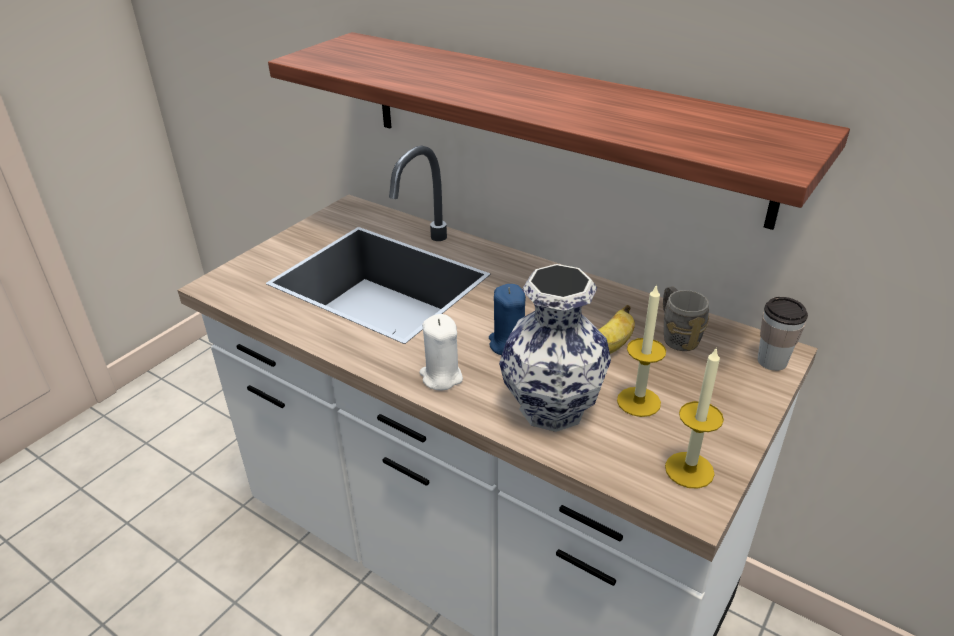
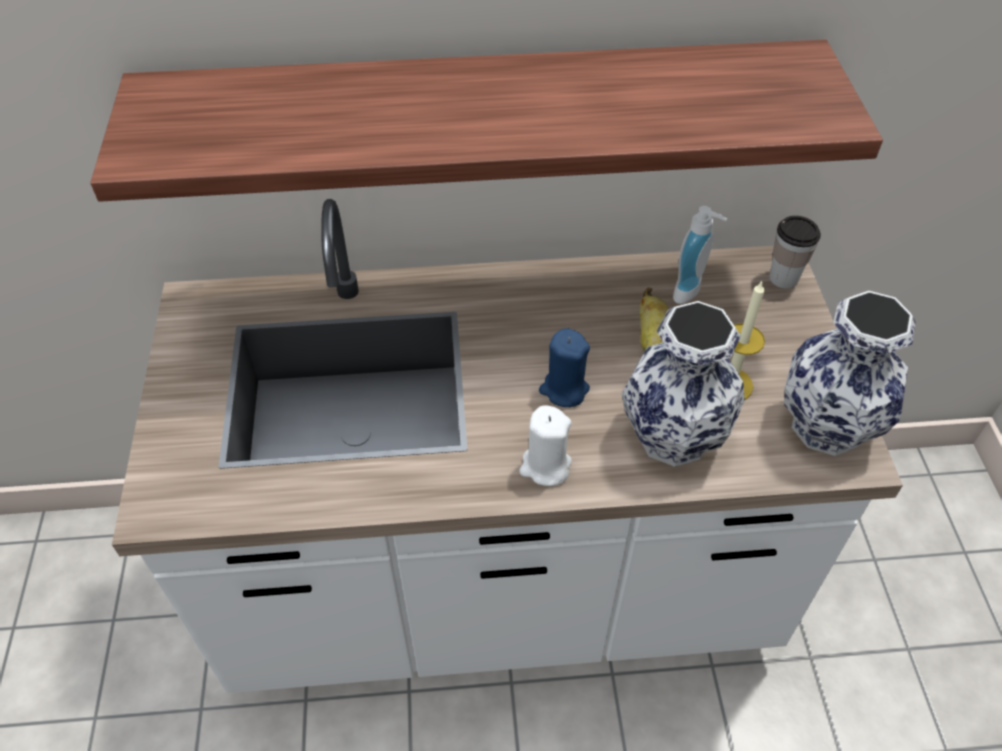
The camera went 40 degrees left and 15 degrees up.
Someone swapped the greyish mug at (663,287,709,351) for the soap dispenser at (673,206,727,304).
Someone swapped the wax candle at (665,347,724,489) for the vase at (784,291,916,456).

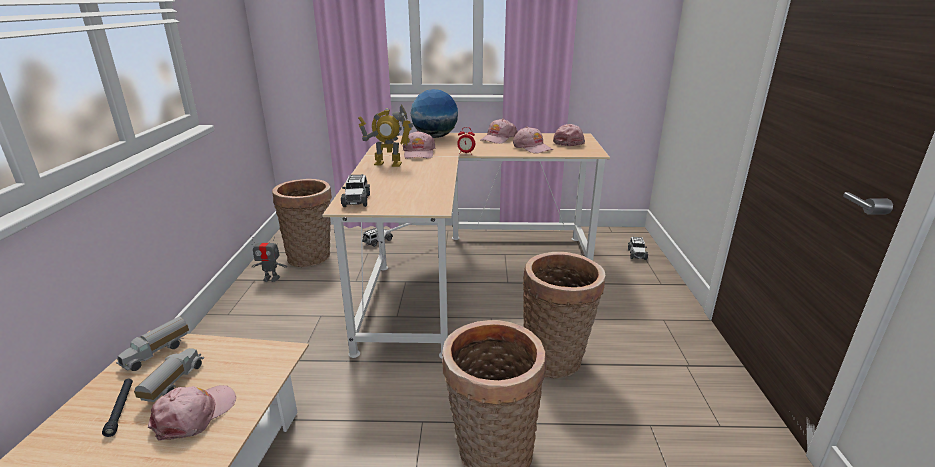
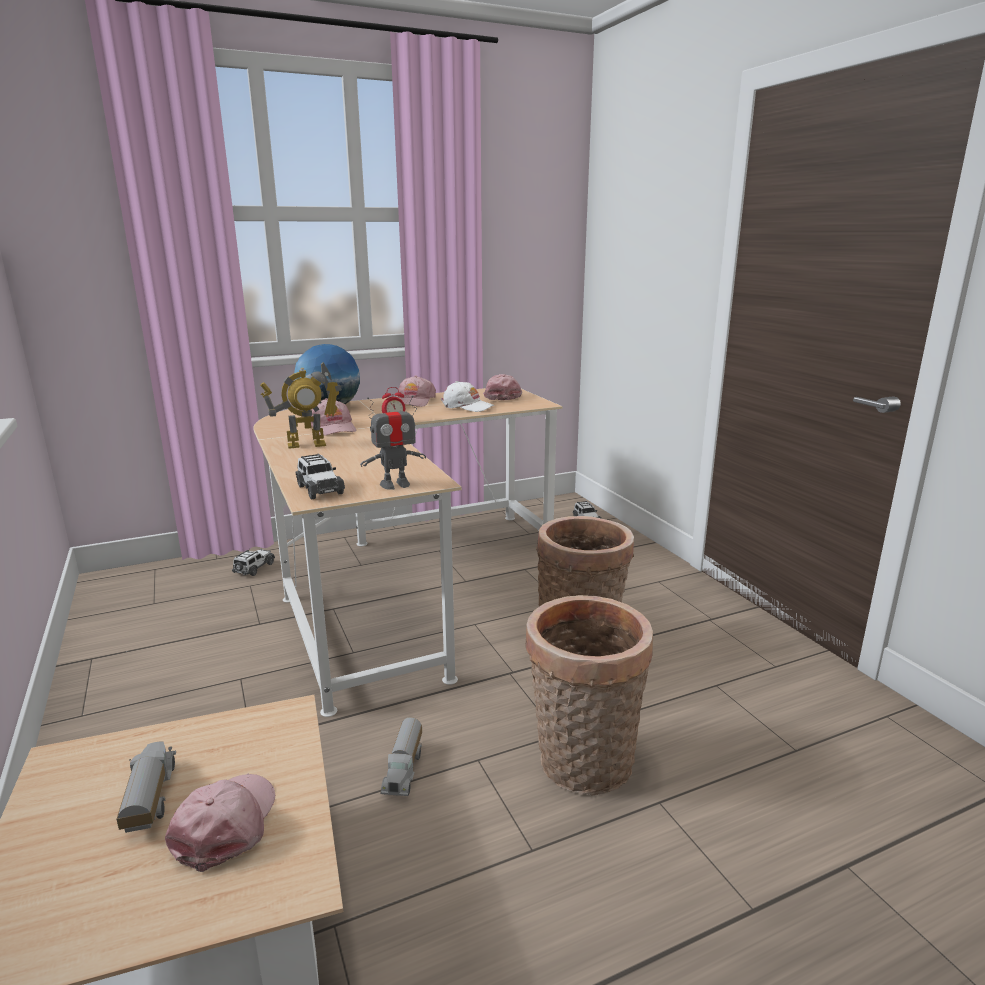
The camera went 25 degrees left and 5 degrees down.
Someone repainted the pink cap at (513,127,553,154), which became the white cap at (441,381,495,412).
Someone took away the storage basket at (272,179,332,267).
Someone carried the robot figure from (250,235,287,282) to (360,395,426,490).
Someone carried the toy truck from (116,316,189,371) to (381,717,422,796).
Someone took away the black-coloured hand torch at (102,379,133,437).

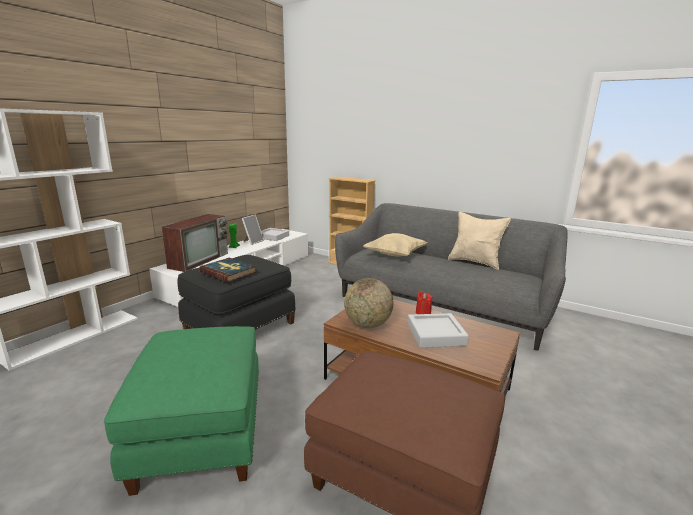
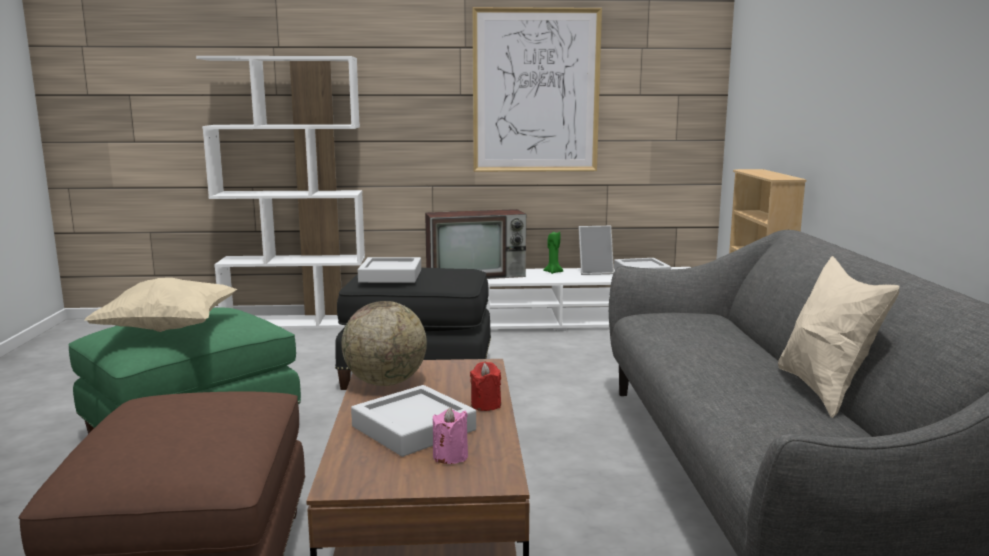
The camera went 55 degrees right and 5 degrees down.
Someone carried the beige-coloured pillow from (363,233,427,257) to (85,278,237,332).
Someone swapped the bound book at (199,258,257,282) for the greyish tray at (358,257,421,283).
Someone put up the wall art at (472,7,602,172).
Someone put down the pink wax candle at (433,407,468,464).

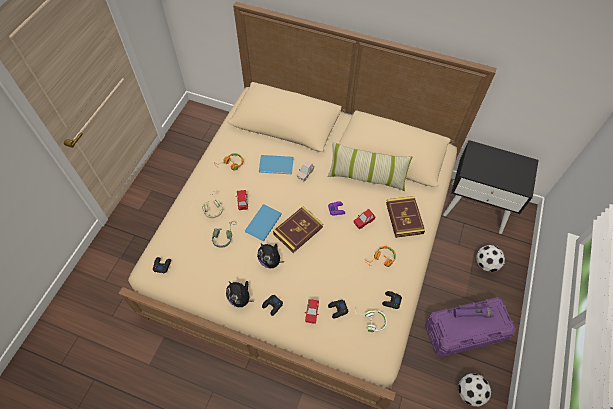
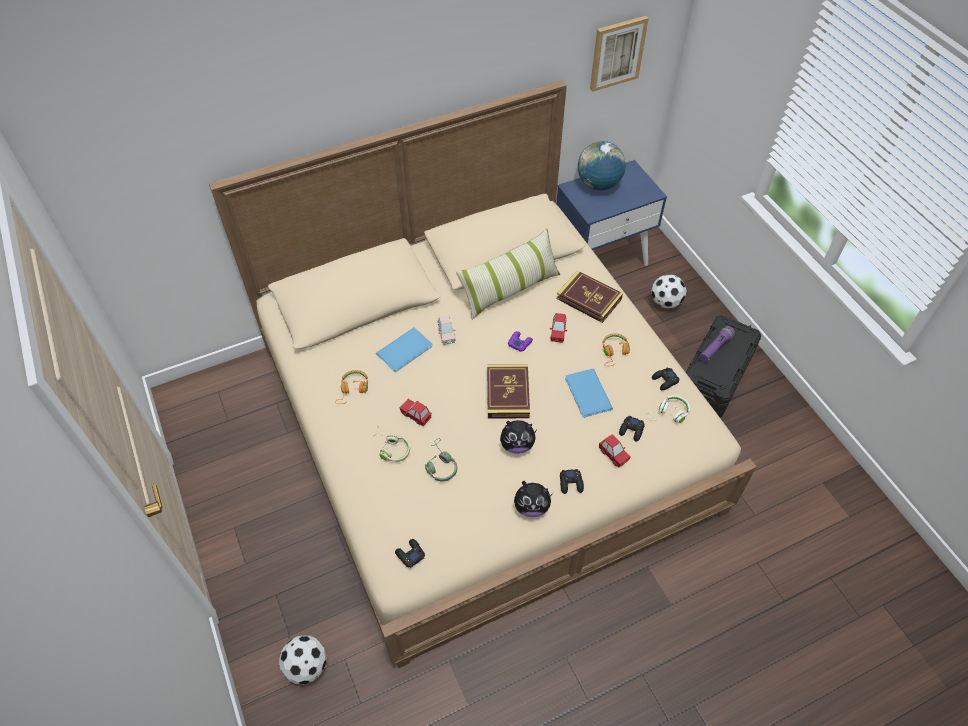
The camera went 45 degrees left and 5 degrees down.
Someone repainted the black-coloured night table at (443,140,539,234), which became the blue night table at (556,160,667,266).
Someone carried the blue bound book from (245,204,282,241) to (565,369,613,418).
Someone repainted the purple storage container at (425,297,516,357), which became the black-coloured storage container at (686,315,761,417).
Someone carried the football from (458,373,491,407) to (279,635,326,684).
Someone put up the wall art at (590,16,649,92).
Someone put down the world globe at (578,141,626,190).

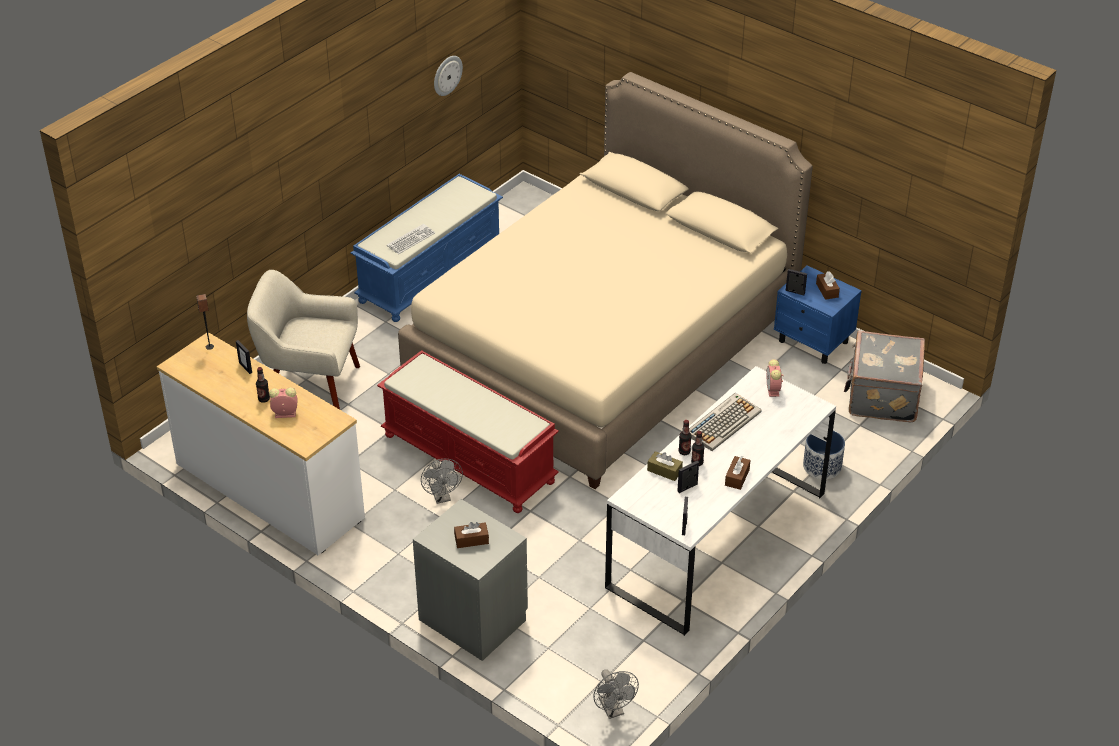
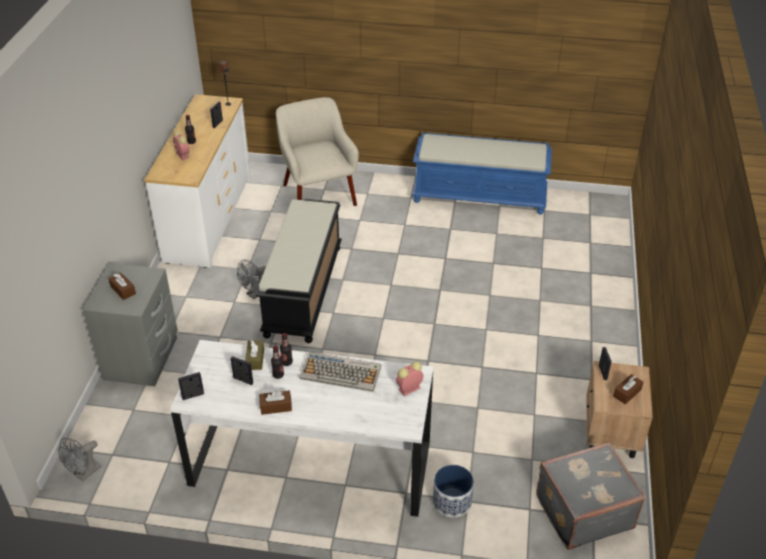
The camera went 60 degrees right and 0 degrees up.
Someone took away the hanging clock at (434,56,463,96).
Someone took away the beige-coloured bed at (398,72,813,489).
Someone took away the computer keyboard at (387,224,435,254).
Someone repainted the blue night table at (774,265,862,364), which became the beige-coloured night table at (586,361,653,458).
Someone repainted the red bench at (377,350,559,513), which became the black-coloured bench at (256,199,342,343).

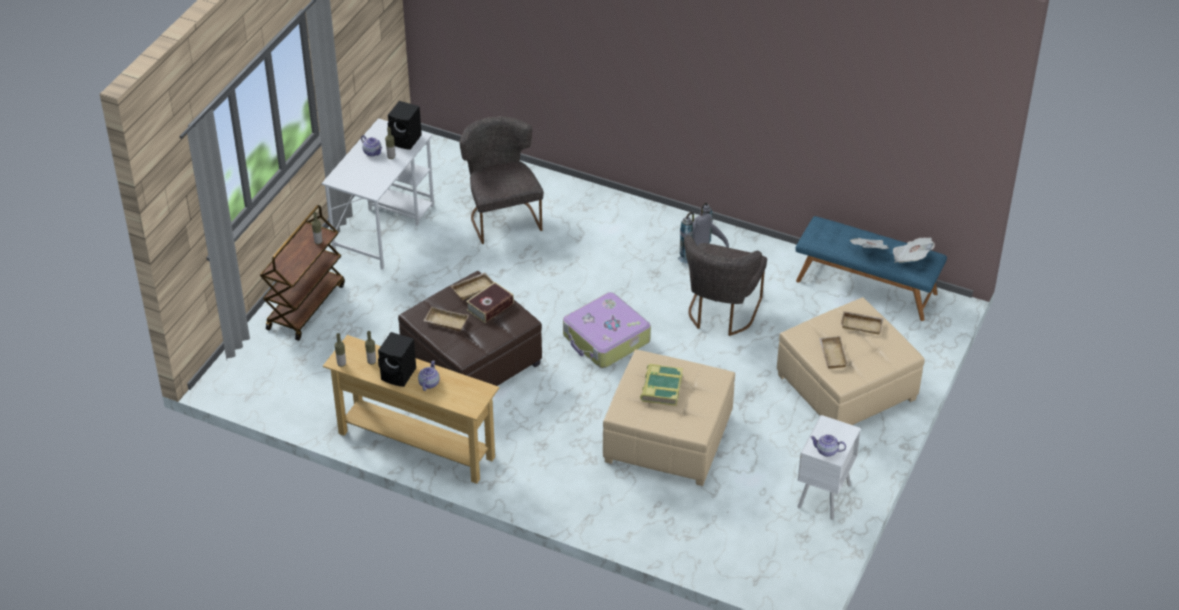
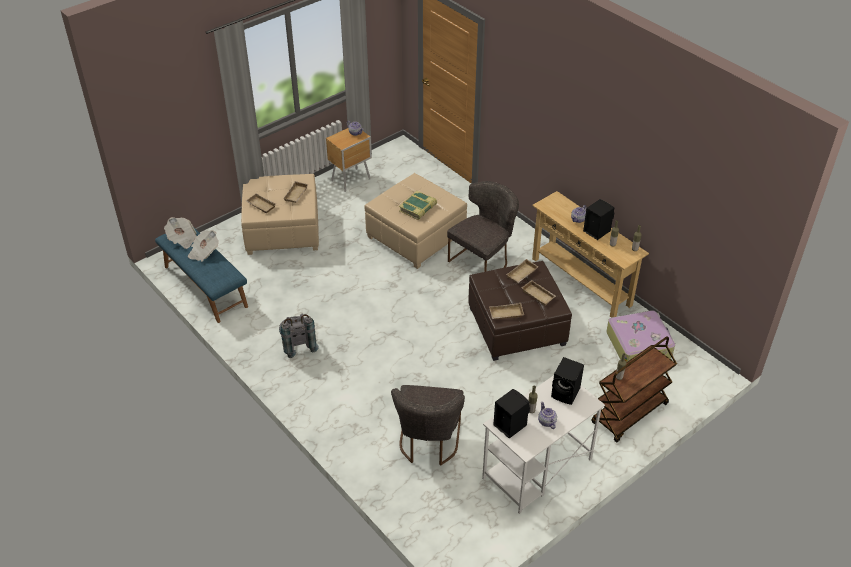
The camera went 155 degrees left and 0 degrees up.
Someone carried the greyish plain chair from (684,236,767,336) to (447,181,519,272).
Someone took away the bound book at (466,282,514,323).
Someone carried the suitcase from (563,292,651,368) to (606,310,676,362).
Someone repainted the white night table at (797,415,861,520), which became the brown-coloured night table at (326,128,372,192).
Someone put down the beige-coloured tray at (506,259,538,283).
Someone put down the black-coloured audio speaker at (551,357,584,405).

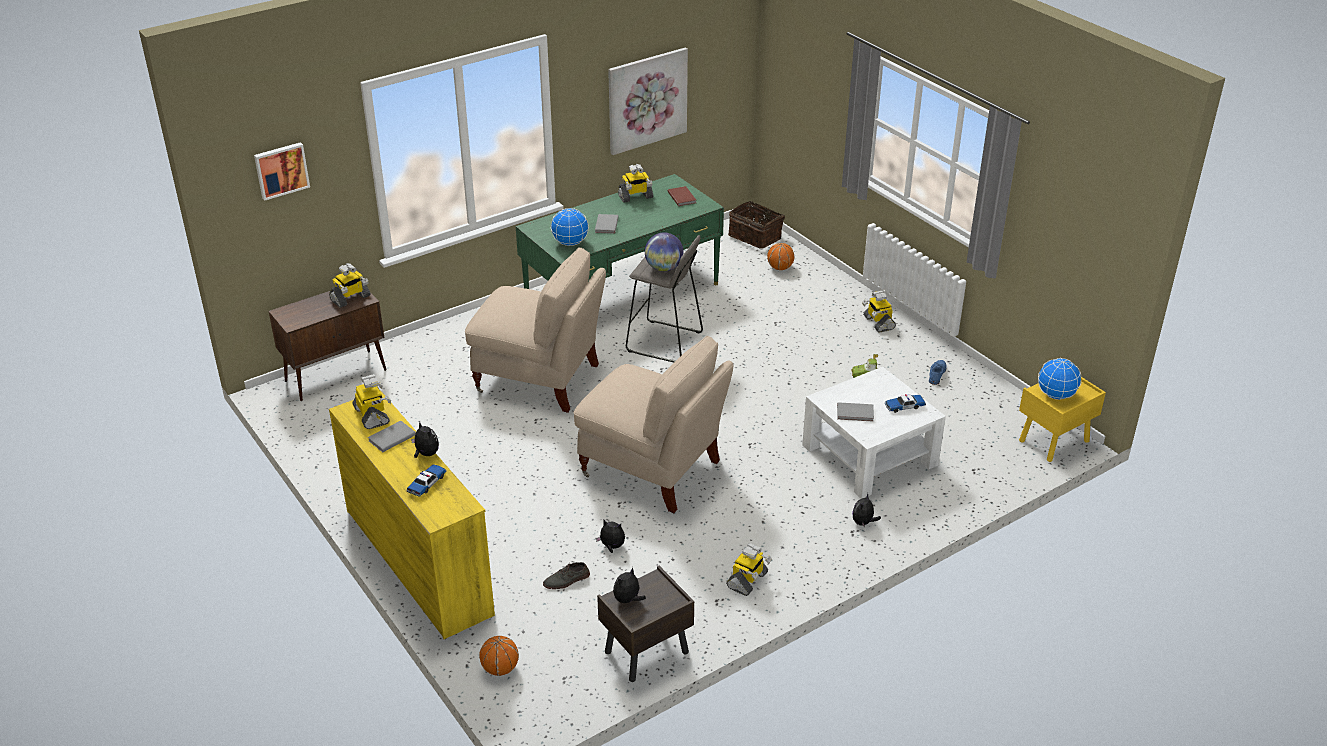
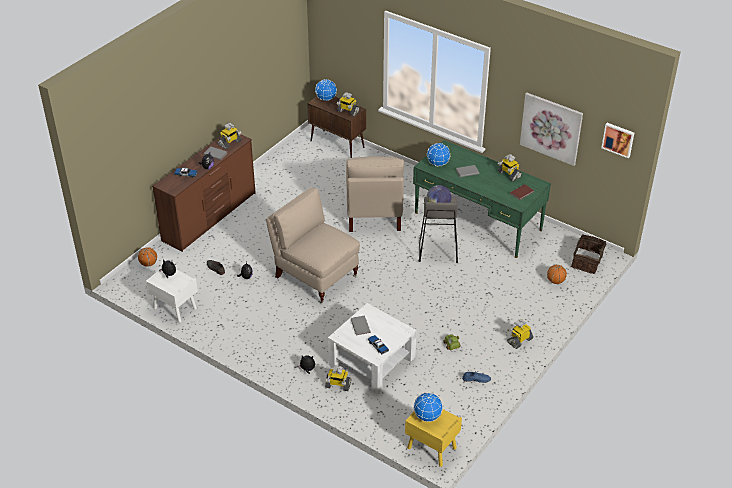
The camera went 70 degrees right and 5 degrees up.
Someone carried the wall art from (254,142,310,201) to (601,123,634,158).
Someone rotated the beige-coloured plain chair at (574,336,733,513) by 120 degrees clockwise.
Someone repainted the yellow-coloured dresser at (329,390,495,639), which became the brown-coloured dresser at (152,134,256,252).
Someone carried the robot figure from (726,543,772,596) to (325,365,351,391).
Someone repainted the brown-coloured night table at (597,566,694,682), which became the white night table at (146,268,198,323).
Someone put down the world globe at (315,79,337,101).

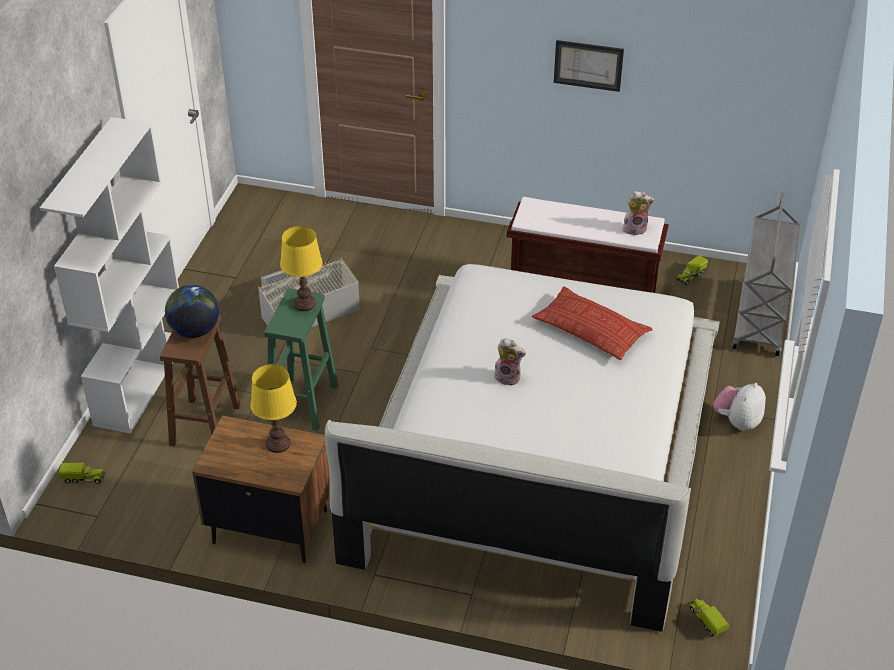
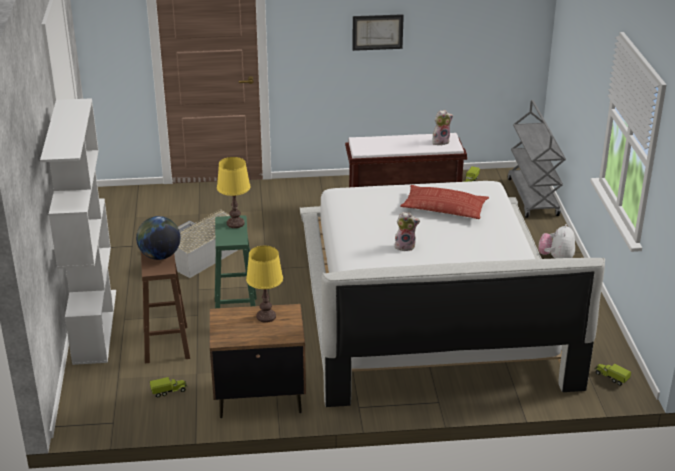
The camera went 20 degrees left and 10 degrees down.
Someone carried the toy truck from (59,463,105,484) to (150,377,188,397).

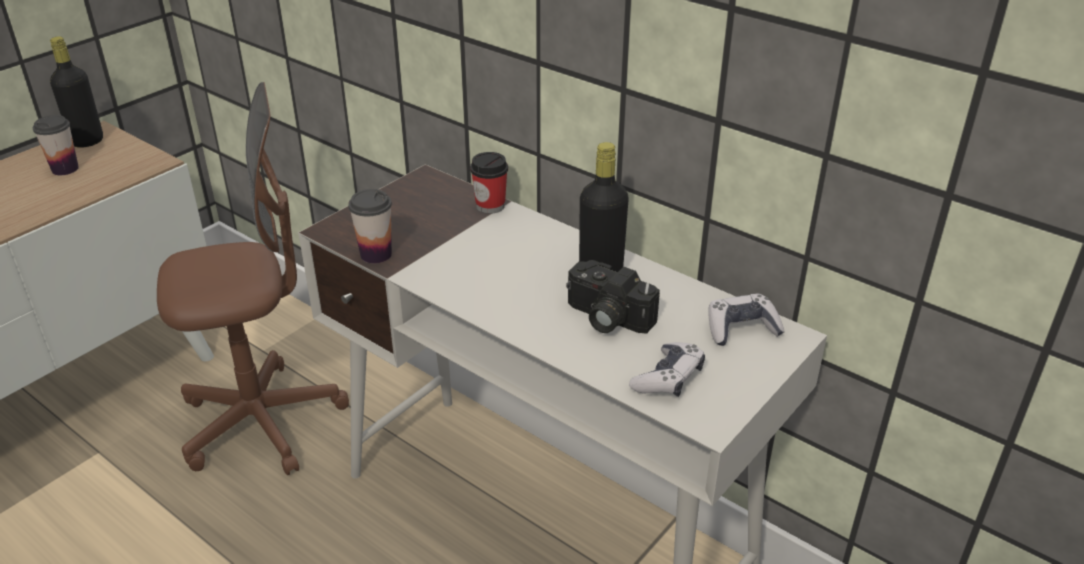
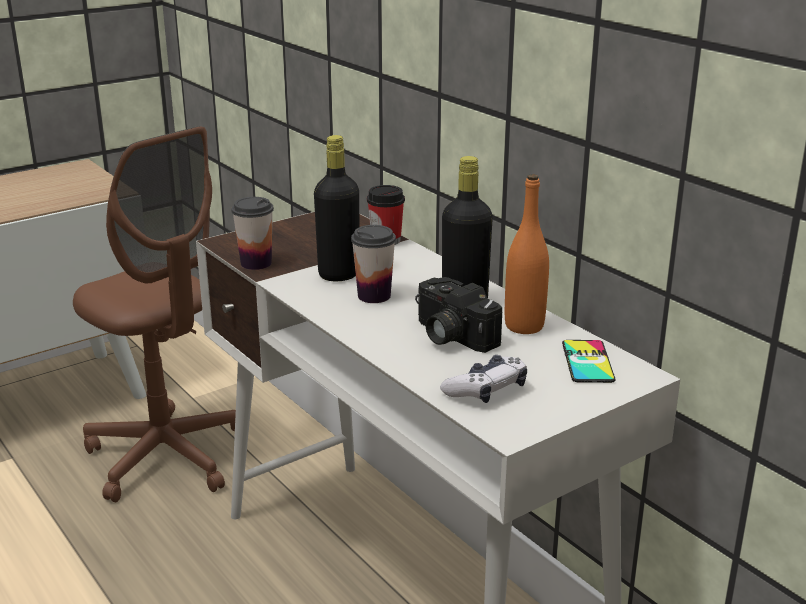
The camera went 15 degrees right and 10 degrees down.
Someone carried the black-coloured drink bottle from (50,36,103,148) to (314,135,359,281).
Someone rotated the brown-coloured computer chair at (157,82,349,475) by 45 degrees clockwise.
Someone carried the cup from (33,115,79,175) to (351,225,396,303).
Someone swapped the game controller at (708,294,785,346) for the telephone at (562,340,616,383).
Someone put down the orangey drink bottle at (505,174,549,334).

